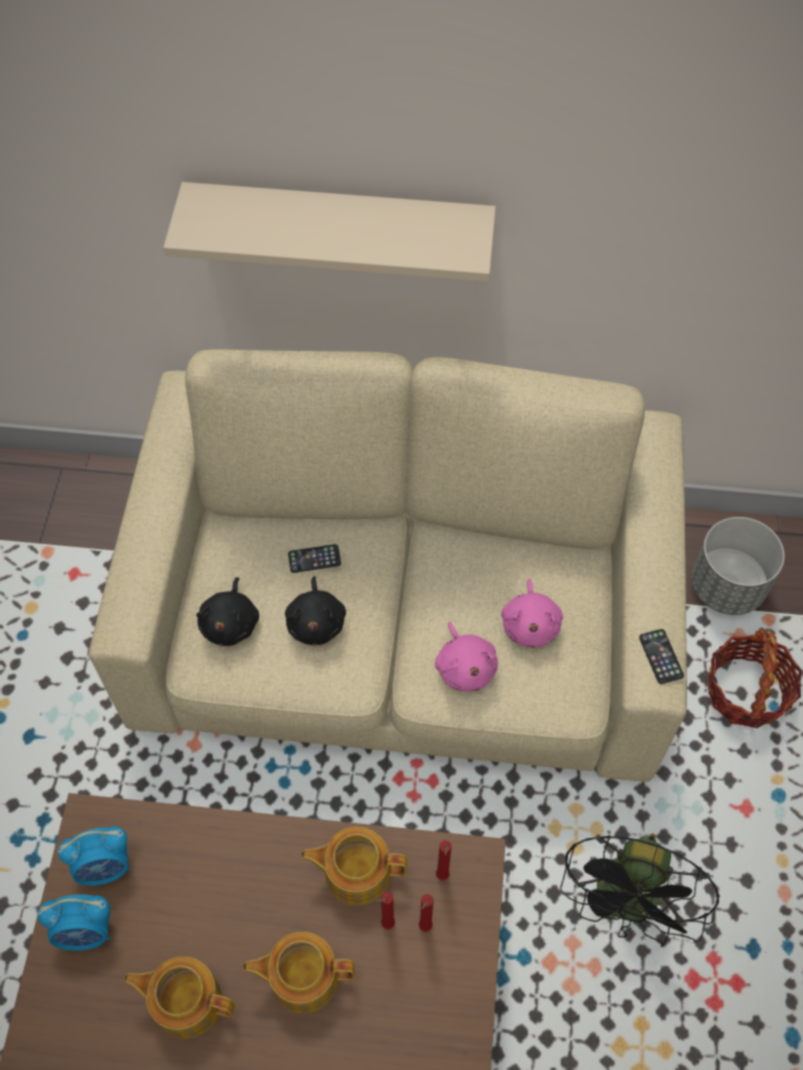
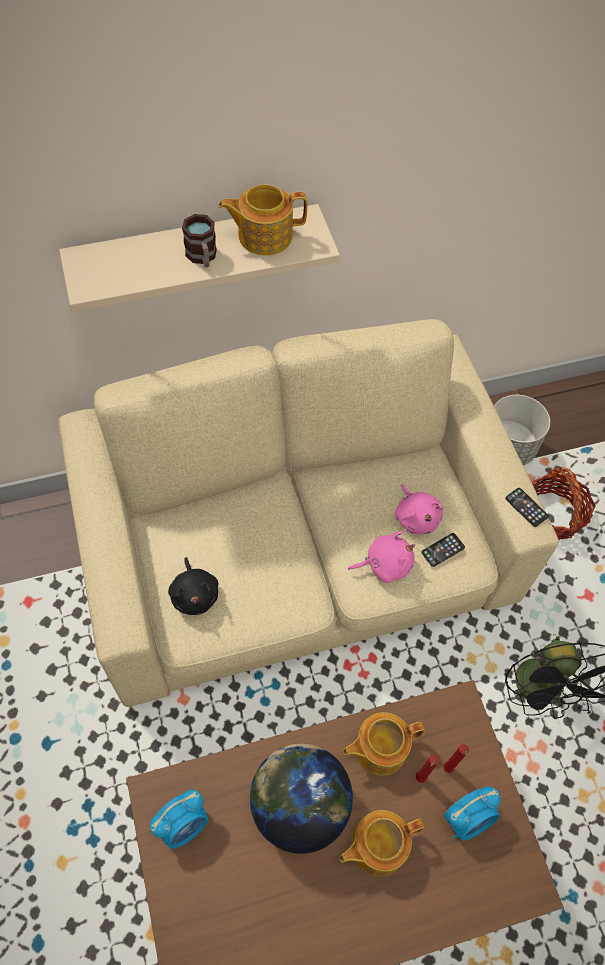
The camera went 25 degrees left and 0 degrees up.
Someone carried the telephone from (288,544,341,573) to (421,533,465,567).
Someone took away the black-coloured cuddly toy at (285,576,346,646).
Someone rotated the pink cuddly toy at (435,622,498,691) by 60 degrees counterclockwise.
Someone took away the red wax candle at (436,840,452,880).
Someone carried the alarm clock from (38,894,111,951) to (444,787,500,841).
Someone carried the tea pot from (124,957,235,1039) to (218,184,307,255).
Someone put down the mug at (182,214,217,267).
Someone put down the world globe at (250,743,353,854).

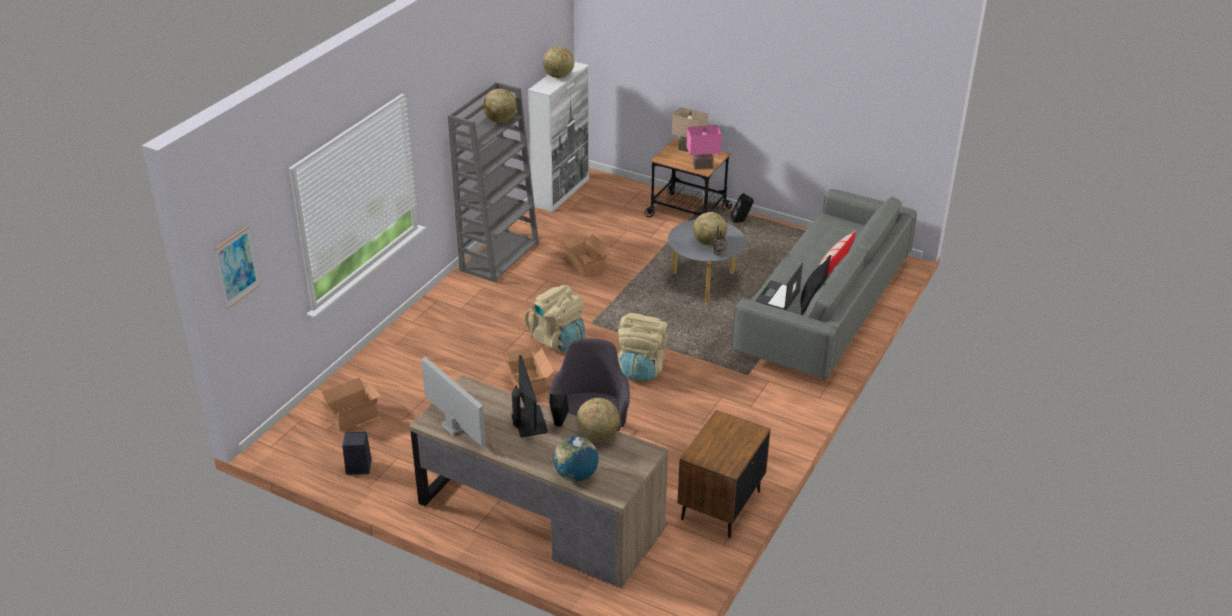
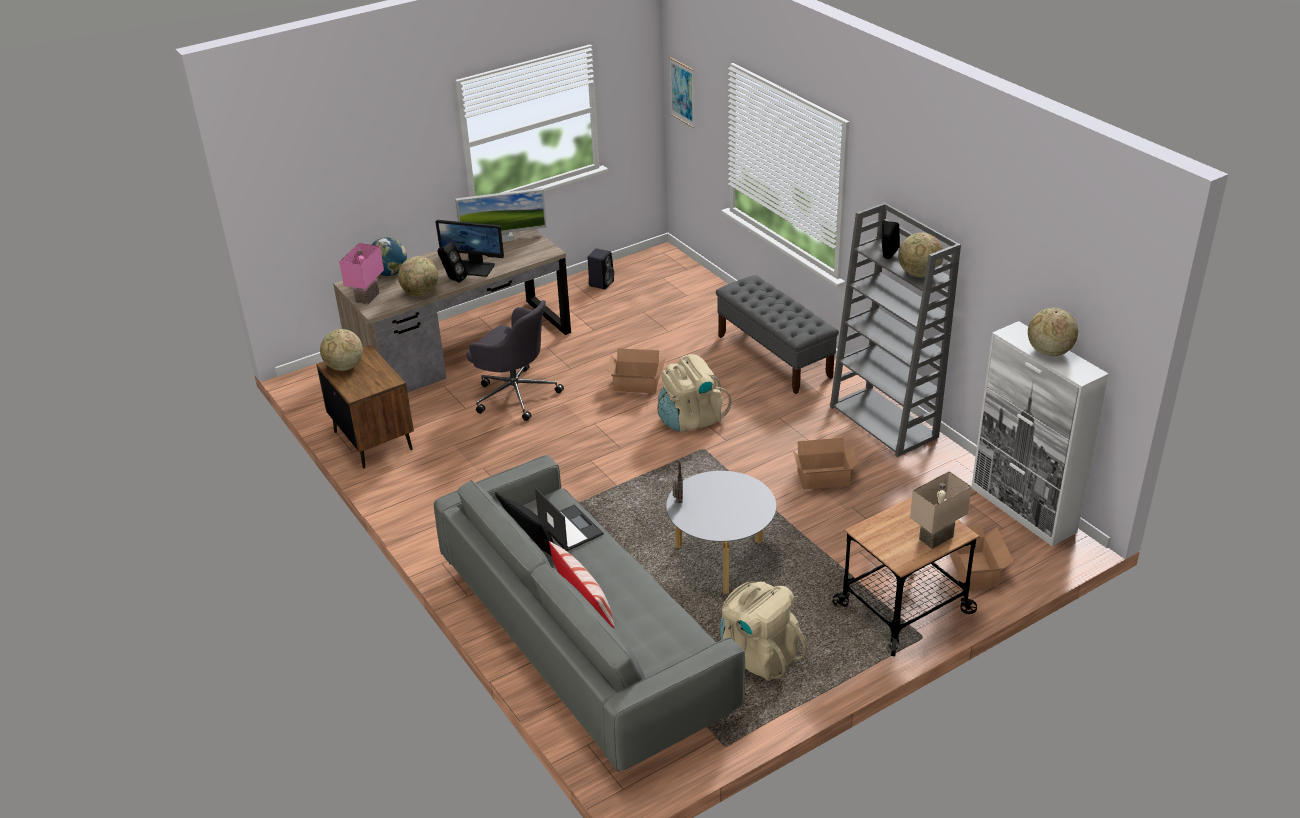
The camera went 120 degrees right and 0 degrees up.
Someone carried the pink tabletop lamp from (686,125,722,170) to (339,243,384,305).
Someone carried the black-coloured audio speaker from (731,193,754,223) to (882,221,900,259).
Someone carried the world globe from (693,212,727,246) to (320,329,363,371).
Someone carried the beige-coloured backpack from (618,313,669,381) to (720,581,807,681).
Someone carried the cardboard box from (320,377,381,432) to (950,525,1013,589).
Someone put down the greyish bench at (716,275,839,394).

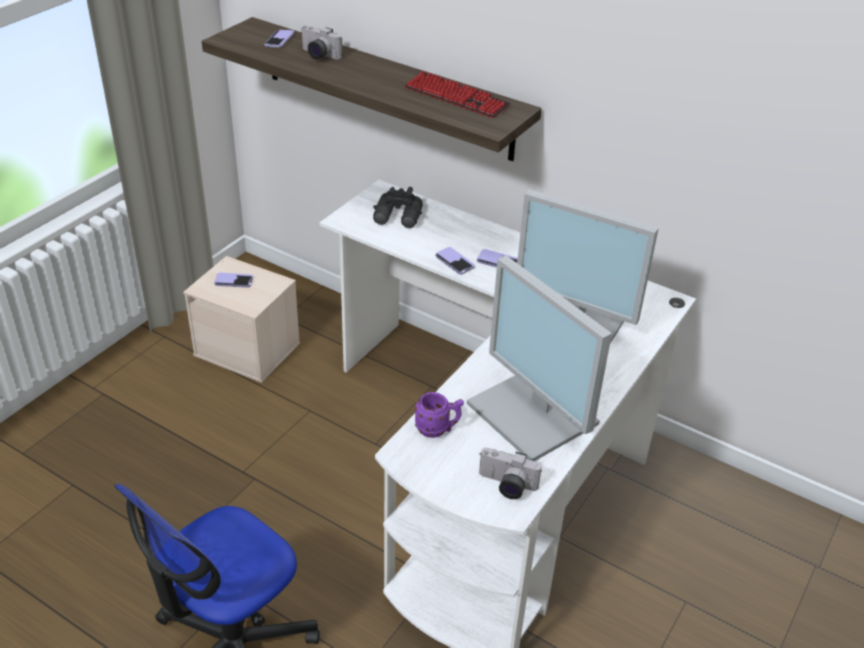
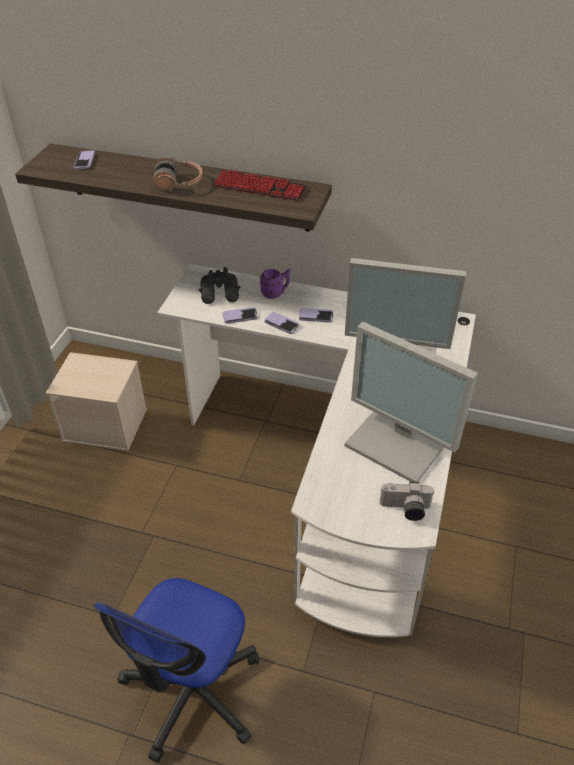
The camera went 15 degrees left and 5 degrees up.
Someone took away the still camera at (301,25,343,60).
Someone carried the telephone from (214,273,253,288) to (223,307,258,324).
Someone carried the purple mug from (415,392,464,438) to (260,269,291,299).
Someone put down the headphones at (153,157,203,191).

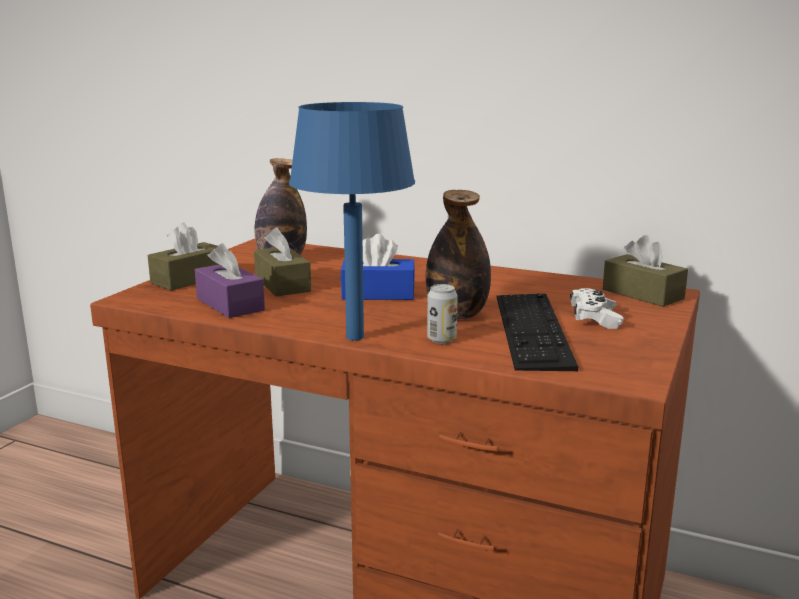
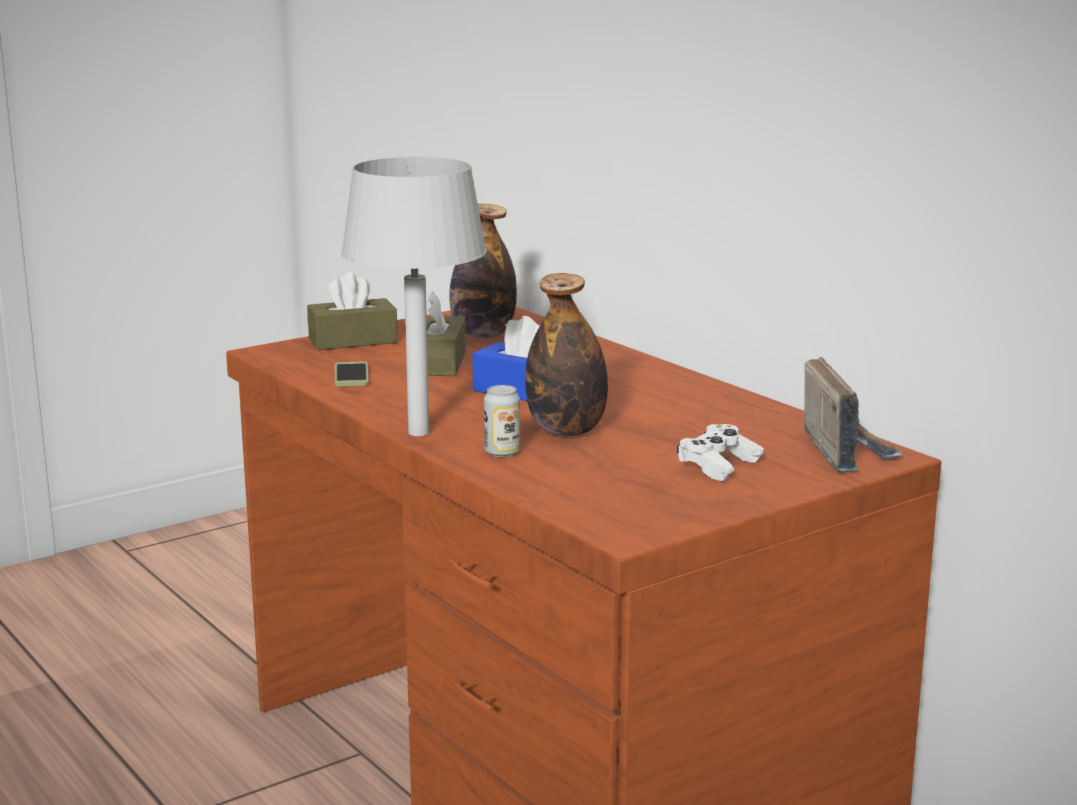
The camera went 30 degrees right and 0 degrees up.
Someone repainted the blue tabletop lamp at (289,102,415,340), which became the greyish tabletop lamp at (341,157,487,436).
Someone swapped the brown-coloured tissue holder at (603,235,688,307) for the radio set at (804,357,904,471).
Someone swapped the purple tissue holder at (195,243,265,318) for the telephone at (335,361,369,387).
Someone took away the computer keyboard at (497,293,578,371).

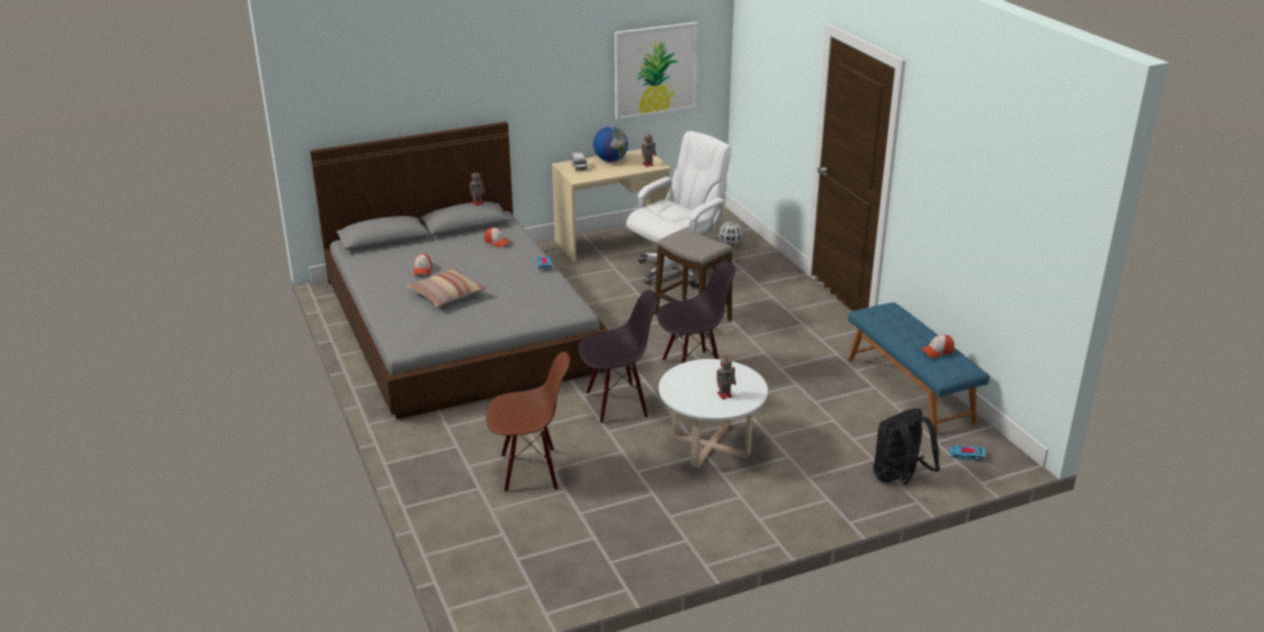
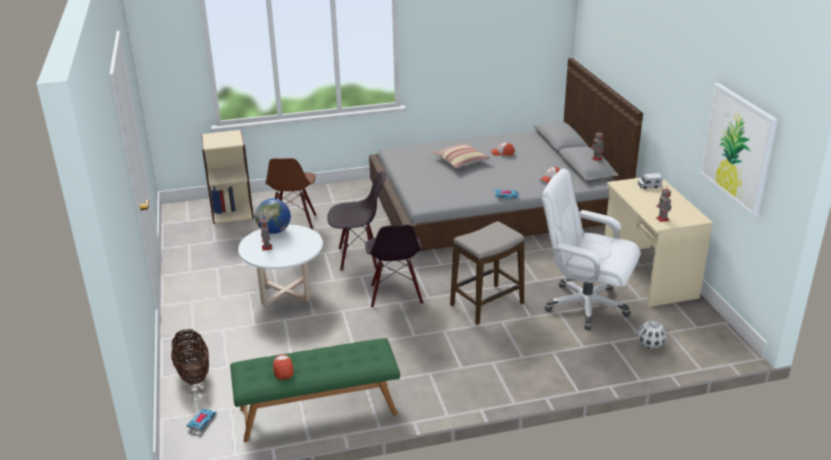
The camera went 100 degrees right and 0 degrees up.
Someone carried the world globe from (593,126,628,162) to (255,199,291,234).
Someone rotated the white computer chair at (626,131,731,288) by 150 degrees clockwise.
Someone rotated the black-coloured plain chair at (578,290,658,424) by 90 degrees counterclockwise.
Someone repainted the blue bench at (848,302,990,436), which became the greenish bench at (230,338,400,442).
Someone swapped the black-coloured backpack at (873,408,940,485) for the storage basket at (171,329,209,385).
Someone put down the beige-coloured shelving unit at (201,130,254,224).

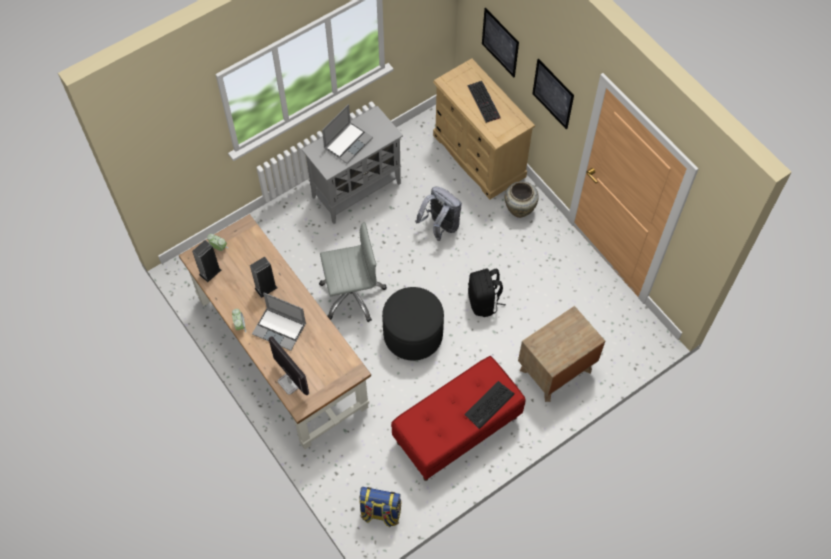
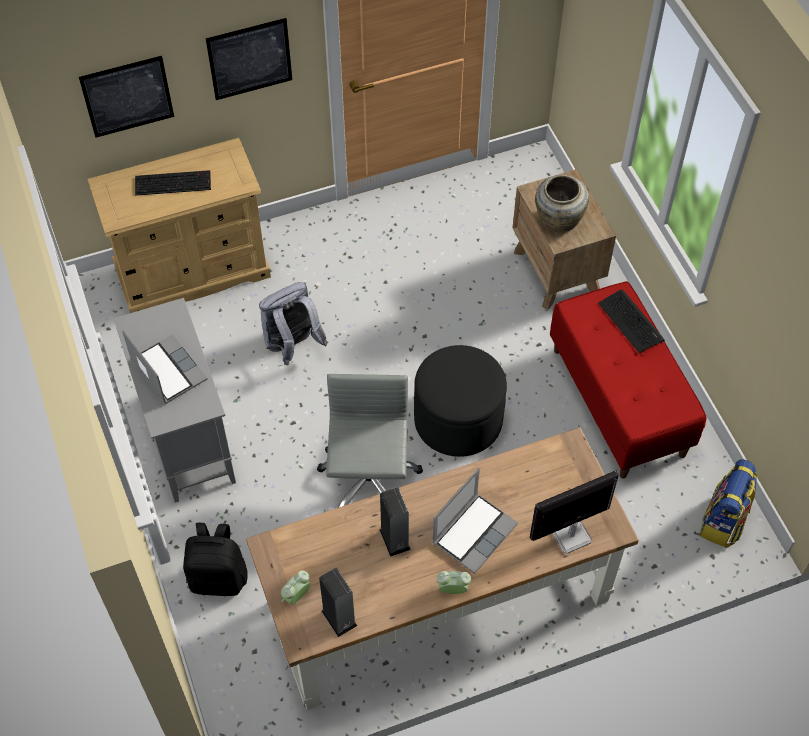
The camera went 75 degrees left and 5 degrees down.
Someone carried the beige-coloured vase from (505,181,539,218) to (535,175,589,233).
Someone carried the black-coloured backpack from (468,268,506,317) to (183,523,248,596).

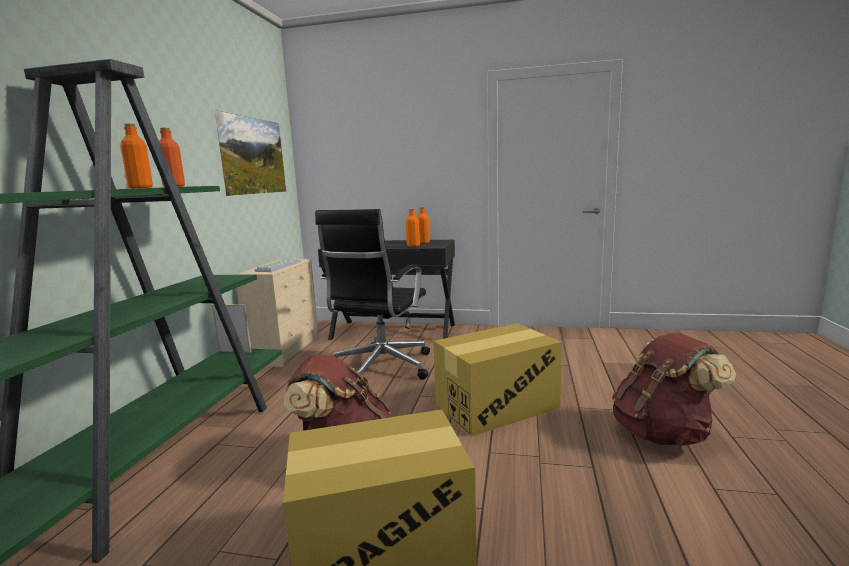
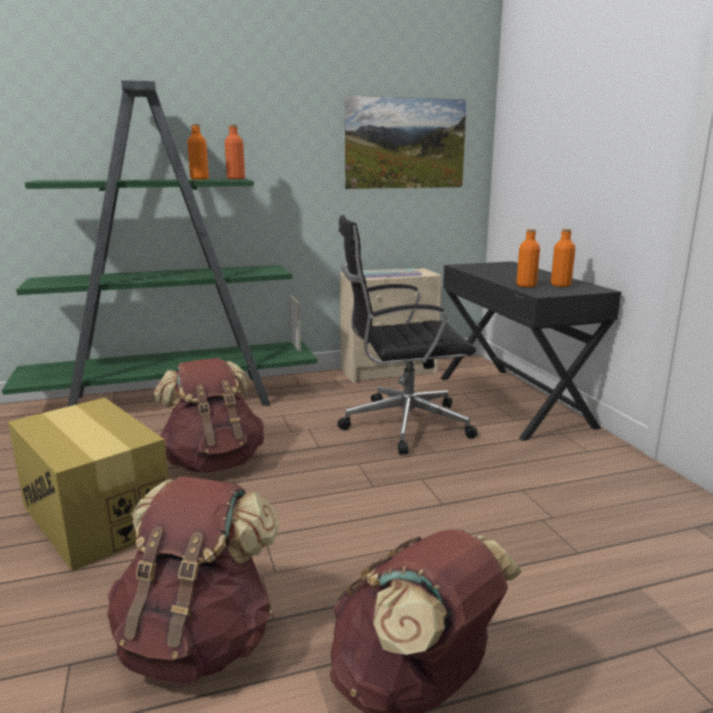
The camera went 60 degrees right and 5 degrees up.
Someone took away the cardboard box at (433,323,562,436).
Someone put down the brown-coloured backpack at (107,476,279,684).

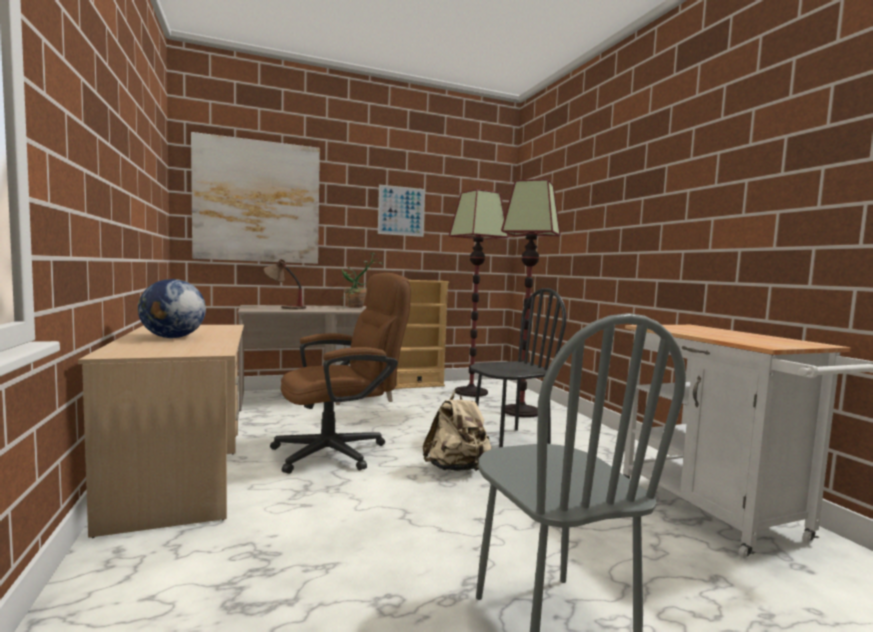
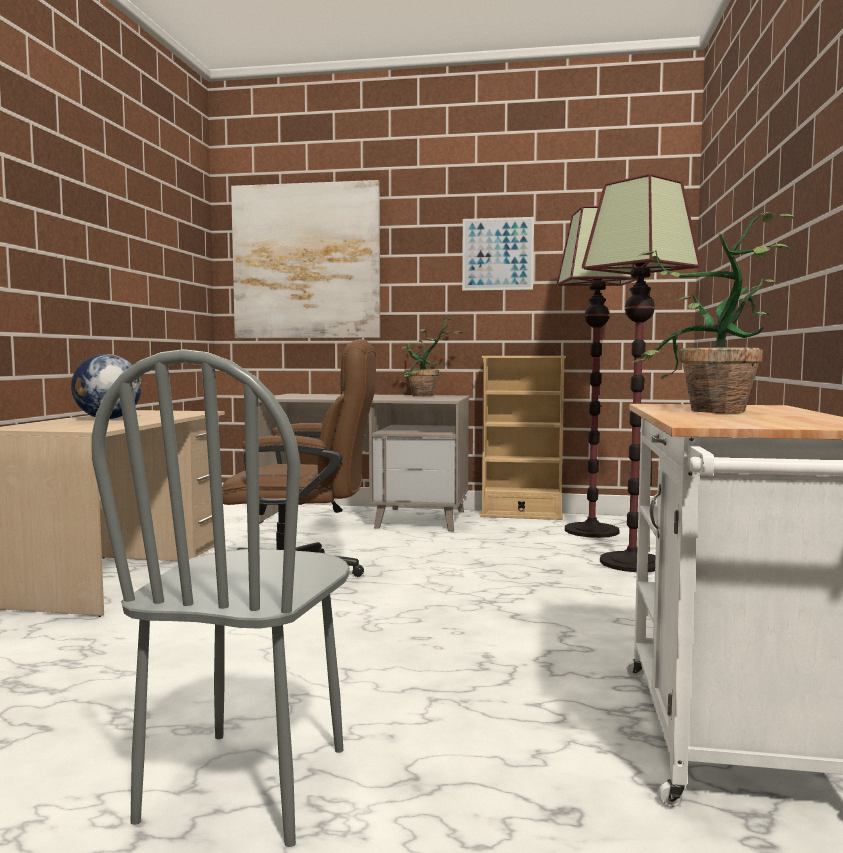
The camera went 30 degrees right and 0 degrees up.
Someone took away the tabletop lamp at (264,259,306,310).
Someone took away the black-coloured plain chair at (470,288,567,447).
Someone took away the beige-coloured backpack at (423,390,492,471).
Someone put down the plant in a pot at (632,212,797,413).

